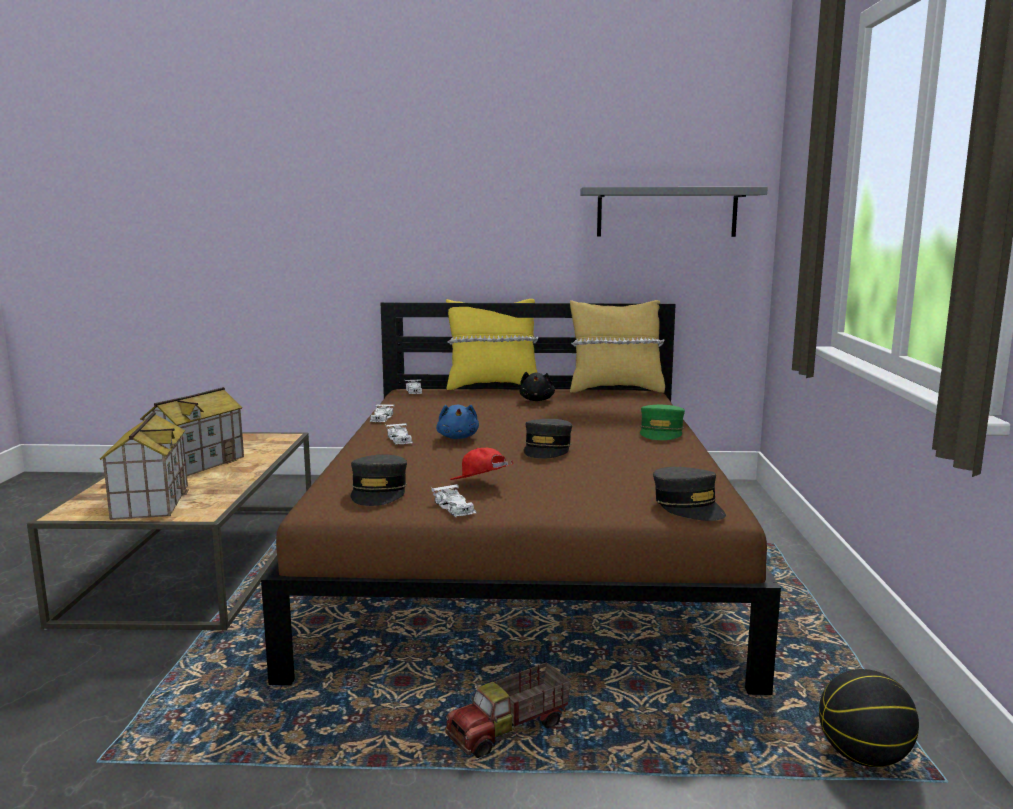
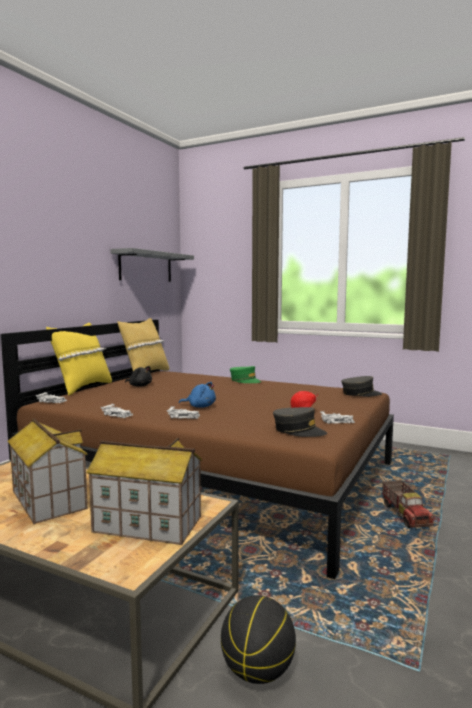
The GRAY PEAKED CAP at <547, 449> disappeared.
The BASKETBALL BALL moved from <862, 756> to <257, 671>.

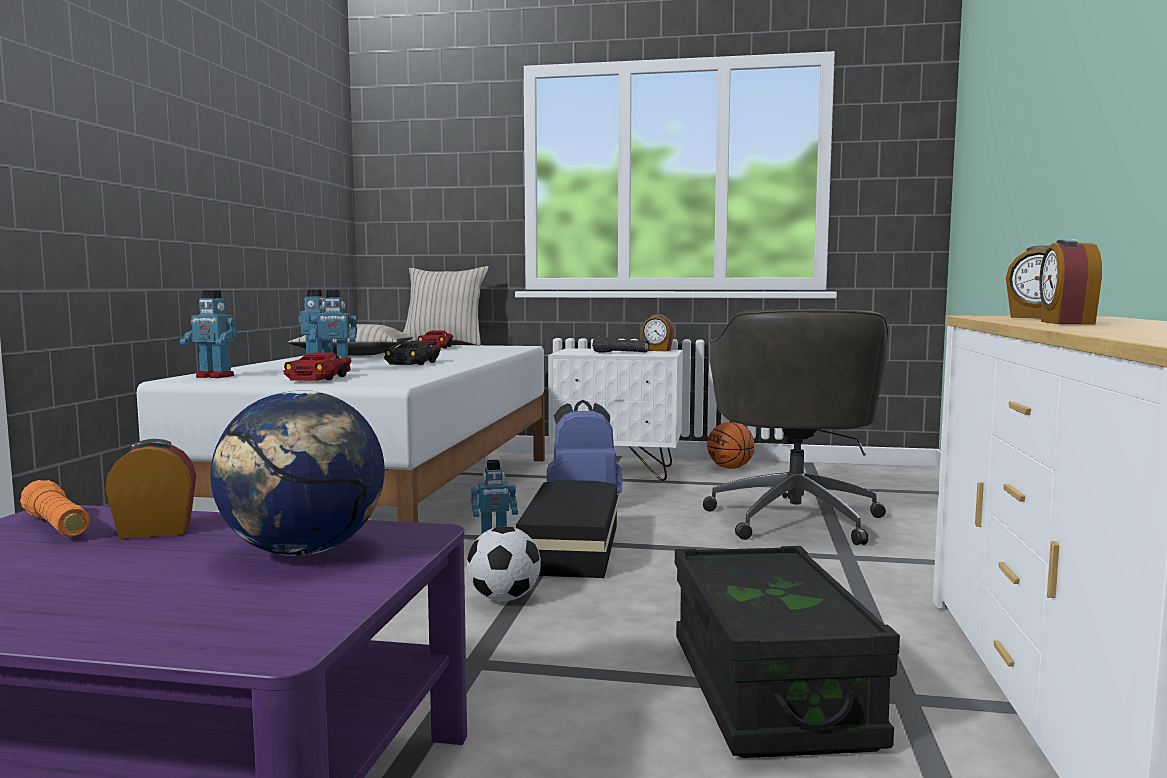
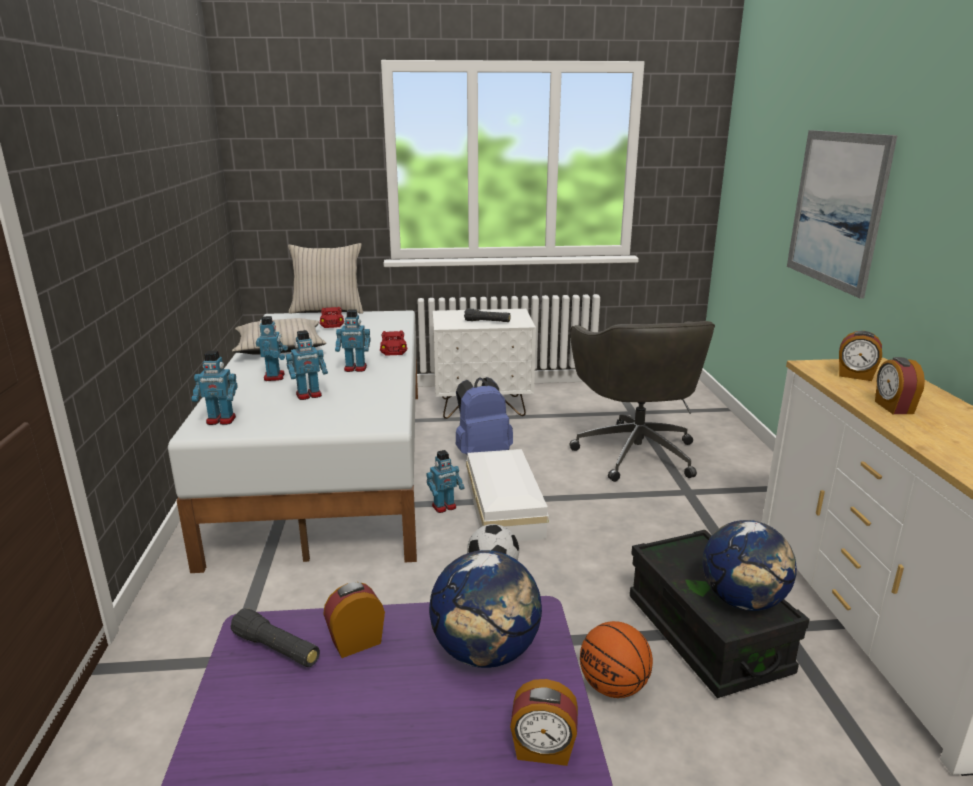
The ORANGE-COLOURED FLASHLIGHT at <57, 527> became the BLACK FLASHLIGHT at <276, 649>.
The REDDISH TOY CAR moved from <321, 378> to <393, 348>.
The BLACK TOY CAR at <415, 363> was replaced by the MODEL ROBOT at <355, 369>.
The BLACK STORAGE BOX at <573, 547> became the WHITE-COLOURED STORAGE BOX at <505, 506>.
The BEDSIDE CLOCK moved from <657, 350> to <543, 750>.
The BASKETBALL BALL moved from <730, 468> to <613, 686>.
The DESK GLOBE at <743, 601> appeared.
The WALL ART at <836, 209> appeared.

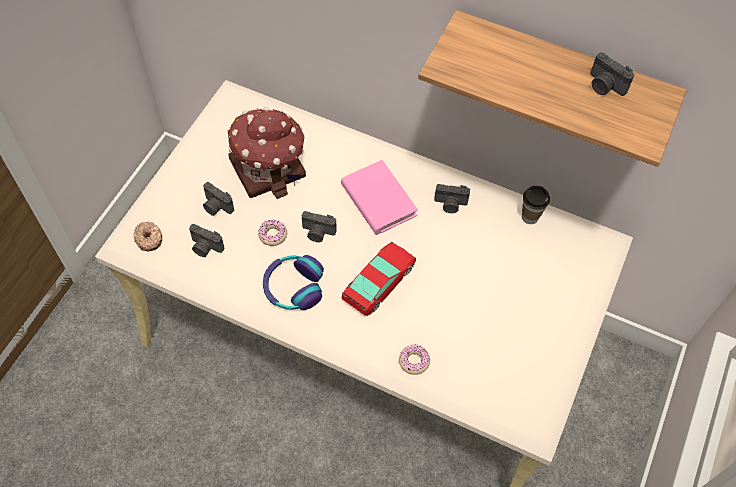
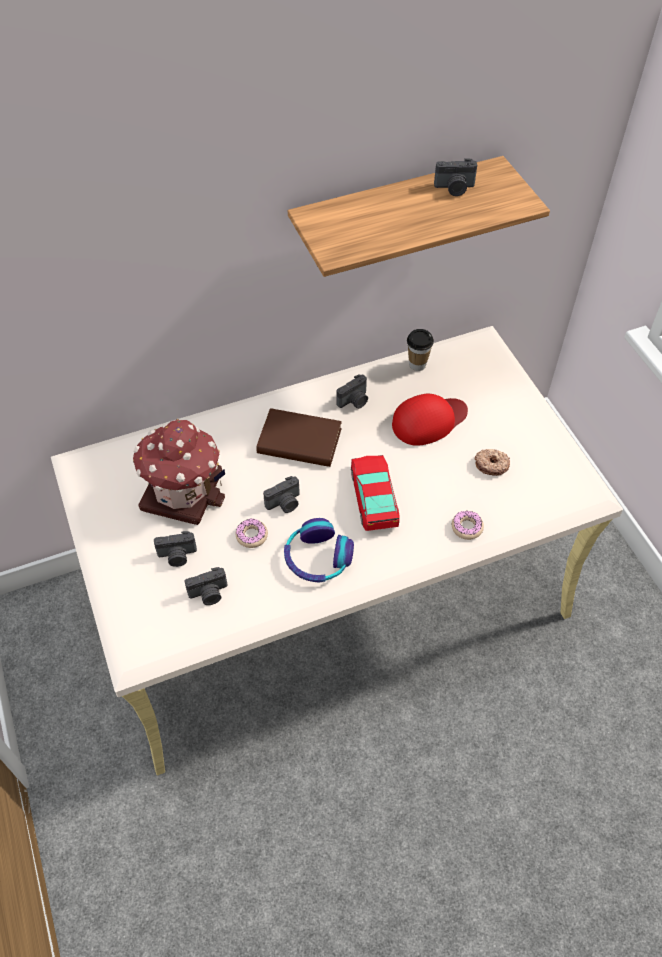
The DOUGHNUT moved from <149, 239> to <491, 465>.
The PINK-COLOURED BOUND BOOK at <378, 200> became the BROWN-COLOURED BOUND BOOK at <299, 441>.
The REDDISH PEAKED CAP at <429, 421> appeared.

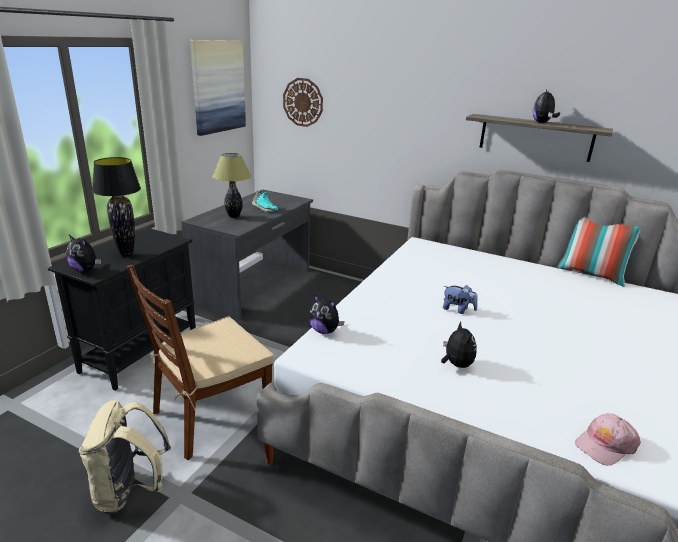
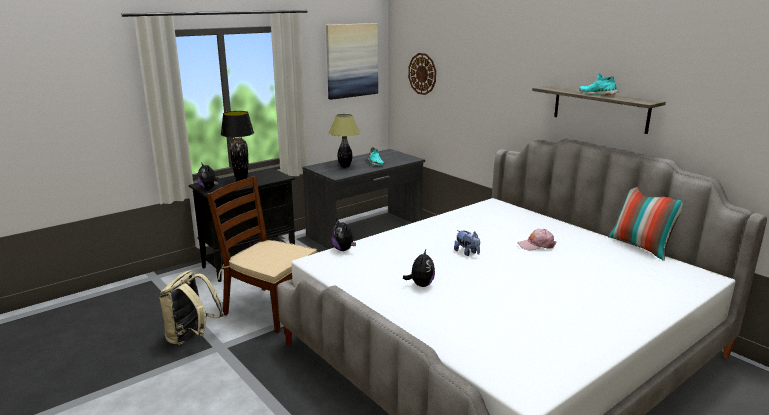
The BROWN-COLOURED PLAIN CHAIR at <210, 416> turned 45 degrees clockwise.
The CUDDLY TOY at <542, 123> was replaced by the BLUE-GREEN SHOE at <598, 94>.
The PINK-COLOURED PEAKED CAP moved from <605, 445> to <536, 245>.

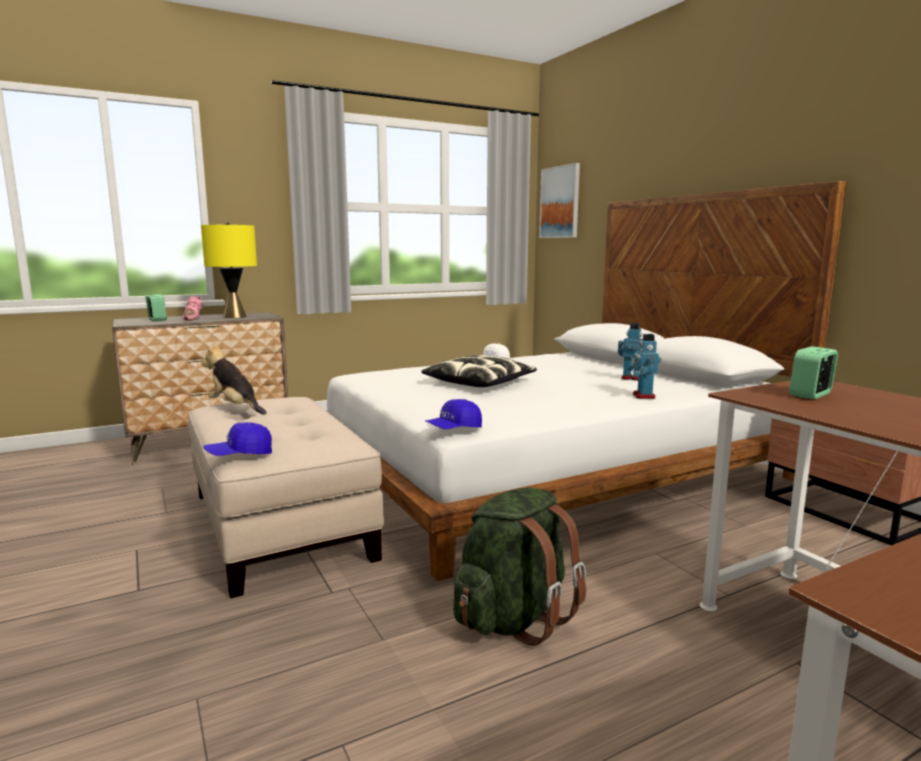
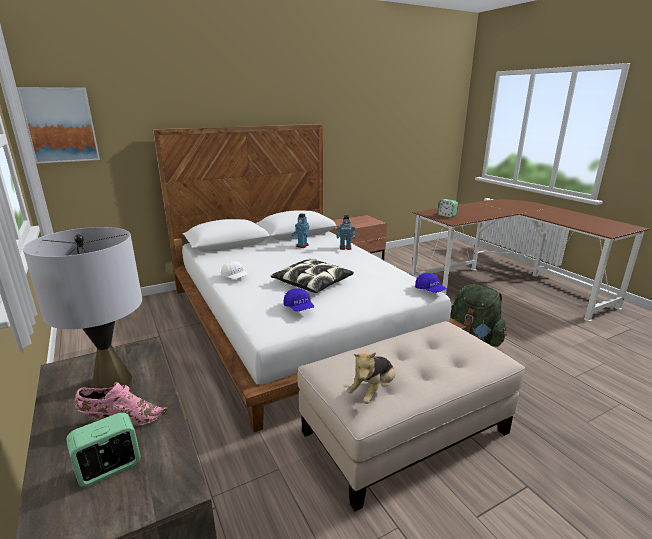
The YELLOW-COLOURED TABLE LAMP at <235, 316> became the GRAY TABLE LAMP at <111, 381>.
The BLUE PEAKED CAP moved from <240, 455> to <299, 308>.

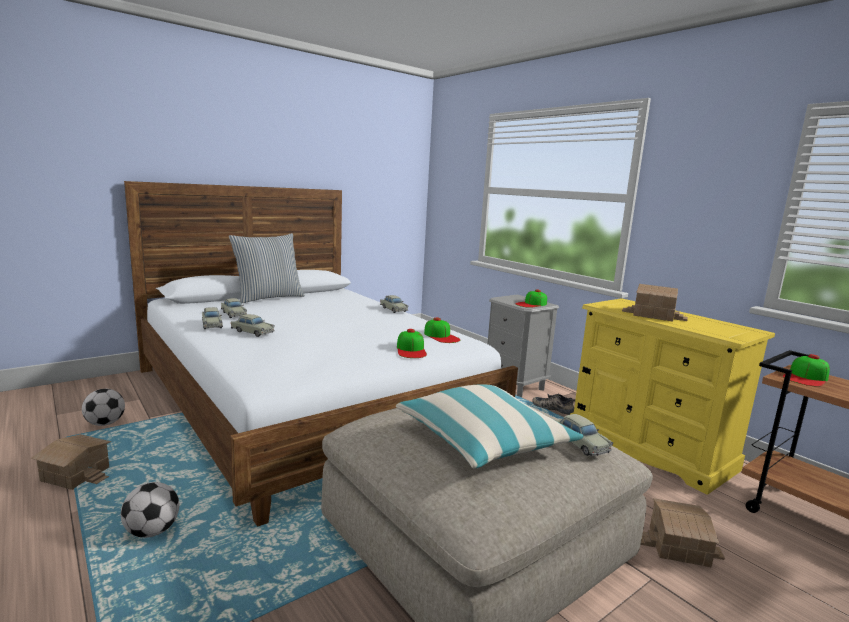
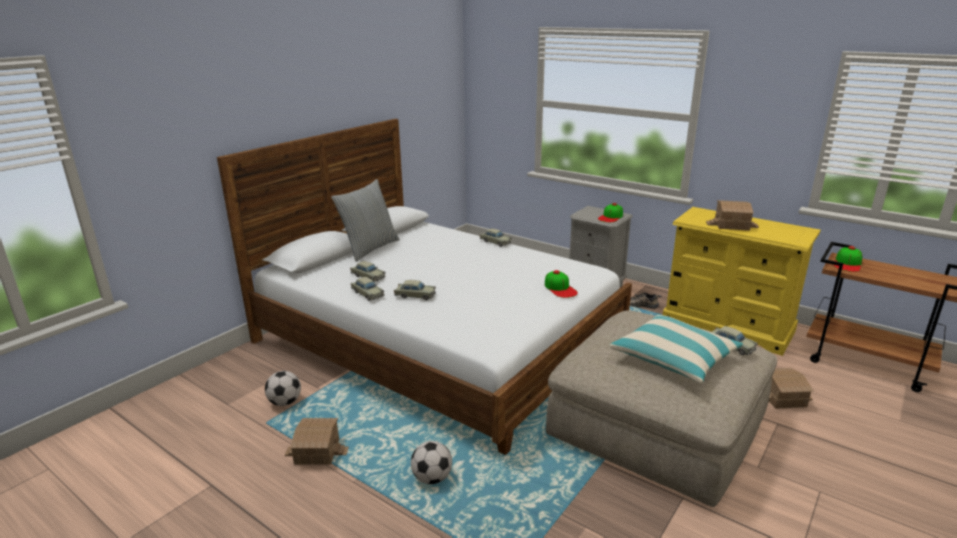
The PEAKED CAP at <441, 336> disappeared.

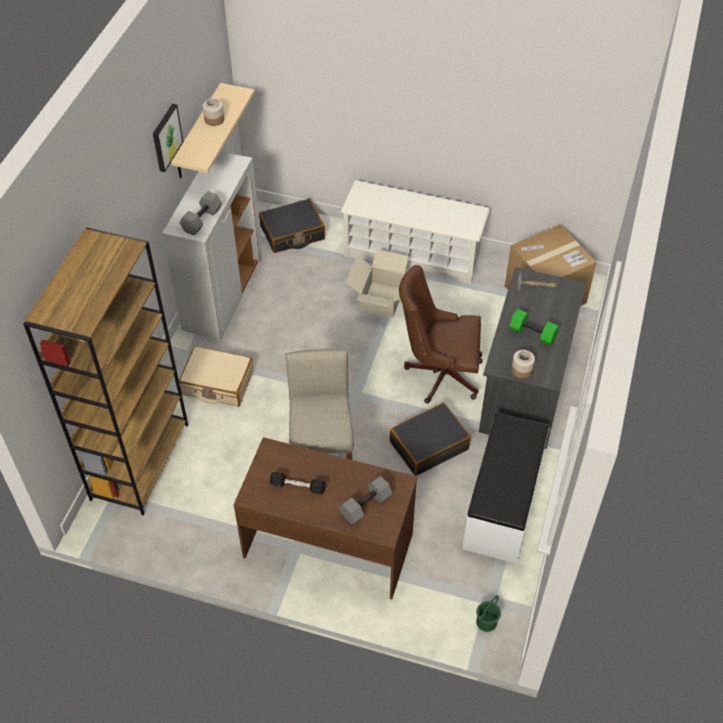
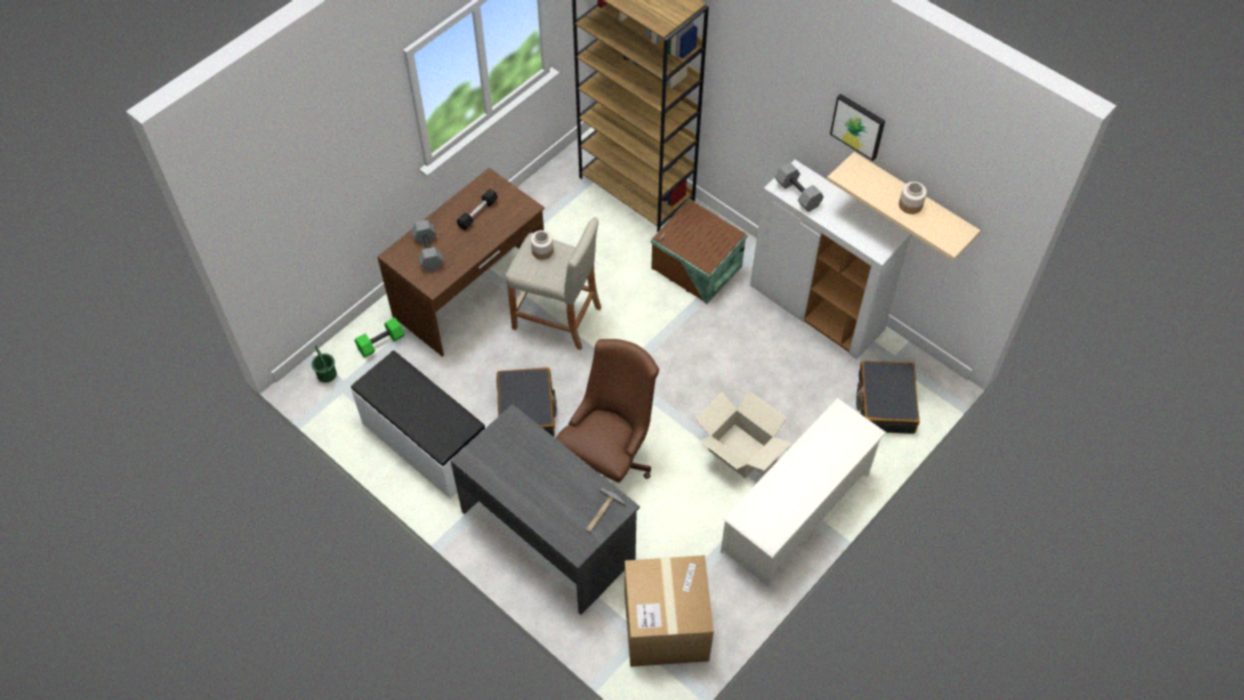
The BEIGE PIECE OF LUGGAGE at <217, 383> was replaced by the BROWN-COLOURED STORAGE BOX at <696, 269>.
The GREENISH DUMBBELL moved from <533, 333> to <381, 343>.
The STORAGE JAR moved from <522, 370> to <542, 251>.

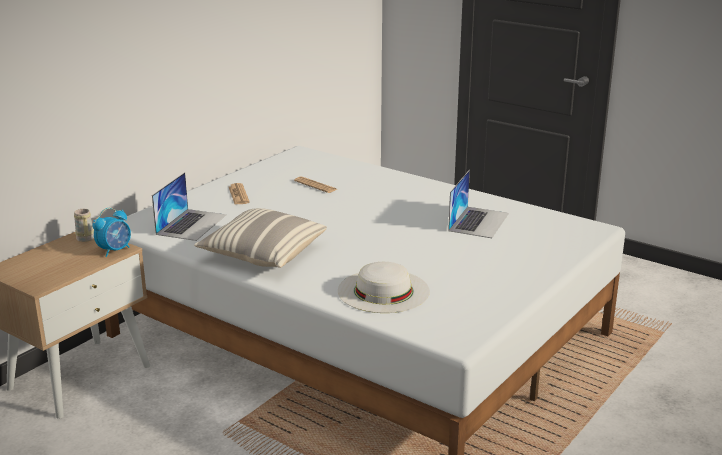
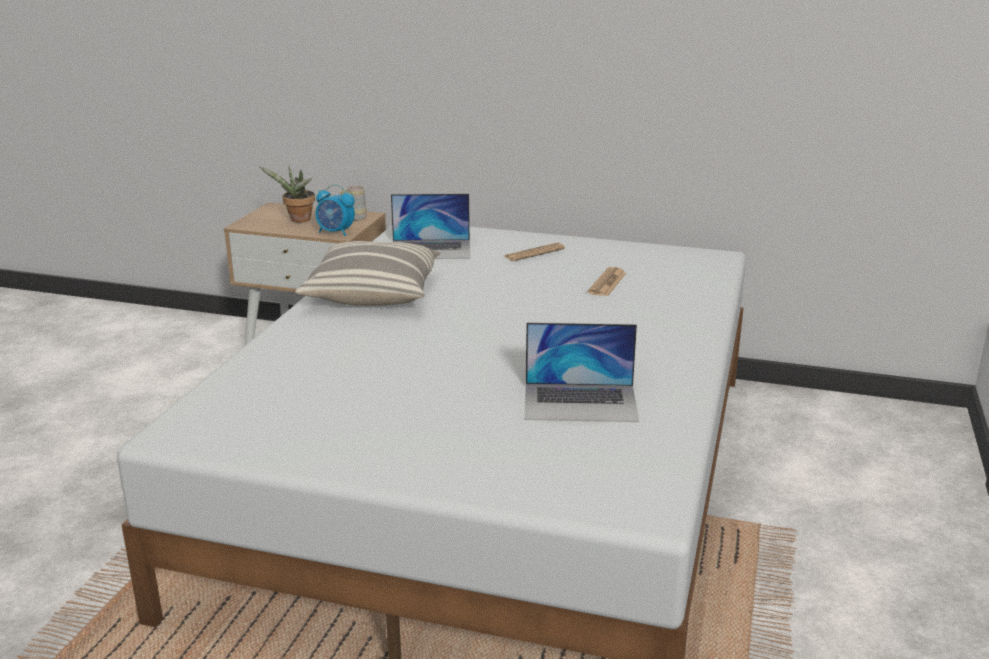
The WHITE-COLOURED CLOTHING HAT at <383, 291> disappeared.
The PLANT IN A POT at <298, 220> appeared.

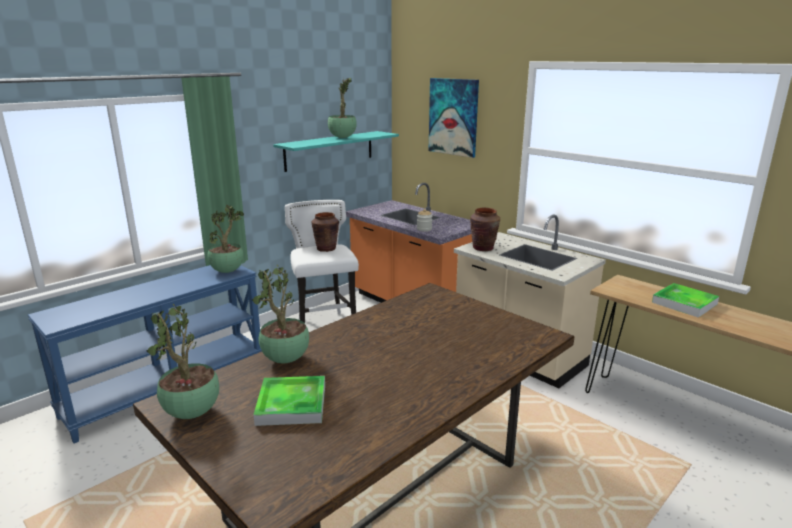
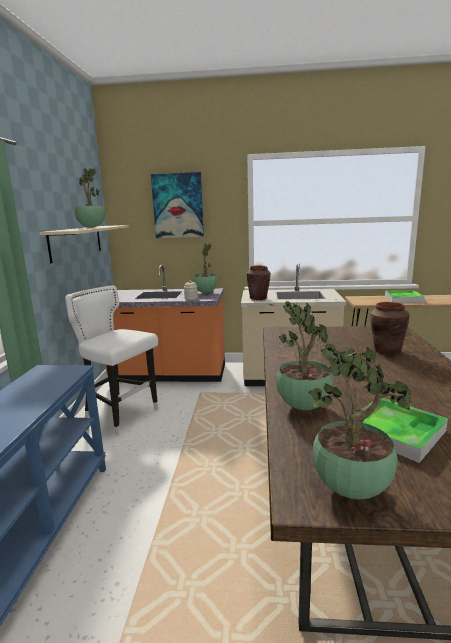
The PLANT IN A POT moved from <228, 271> to <205, 292>.
The BLUE-GREEN WALL SHELF at <329, 150> became the BEIGE WALL SHELF at <76, 242>.
The BROWN-COLOURED FLOWER VASE moved from <326, 249> to <386, 351>.

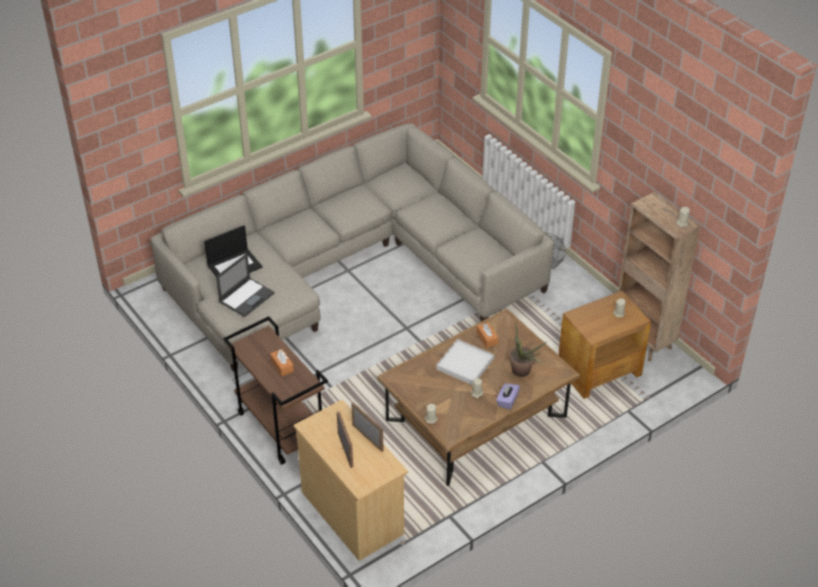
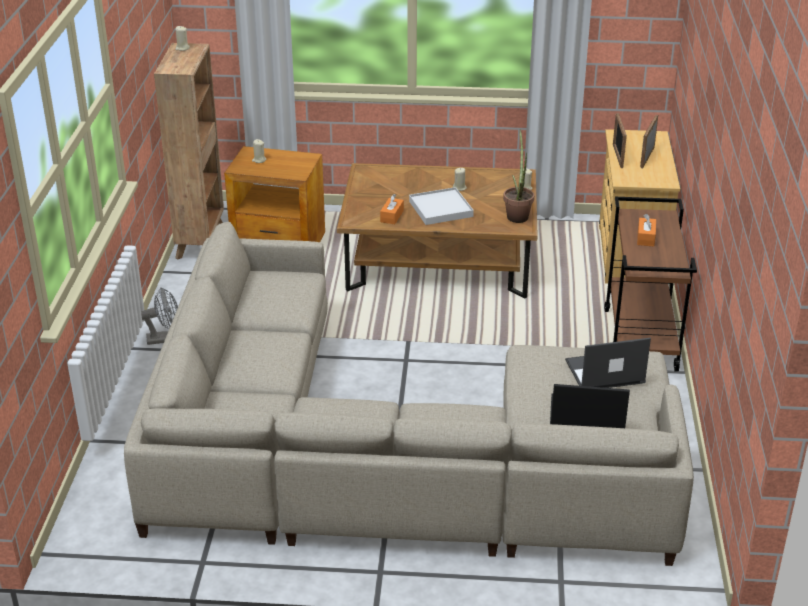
The PURPLISH TISSUE BOX at <507, 401> disappeared.
The PLANT IN A POT moved from <523, 373> to <517, 215>.

